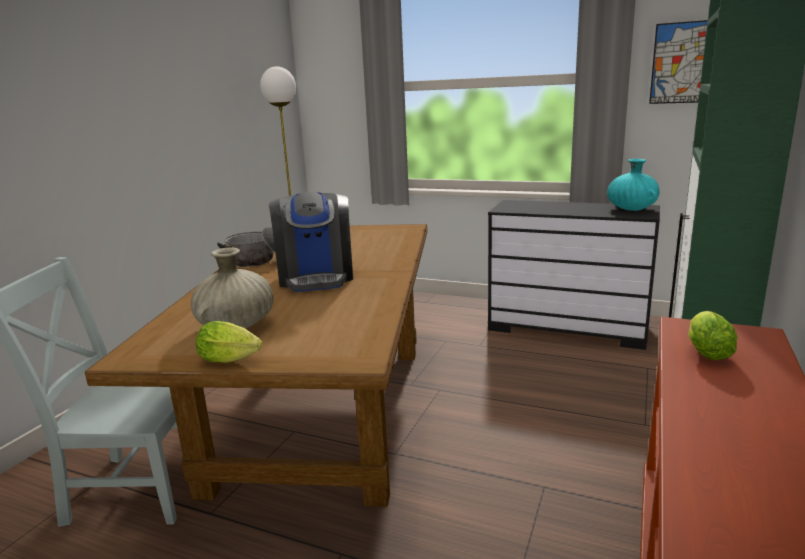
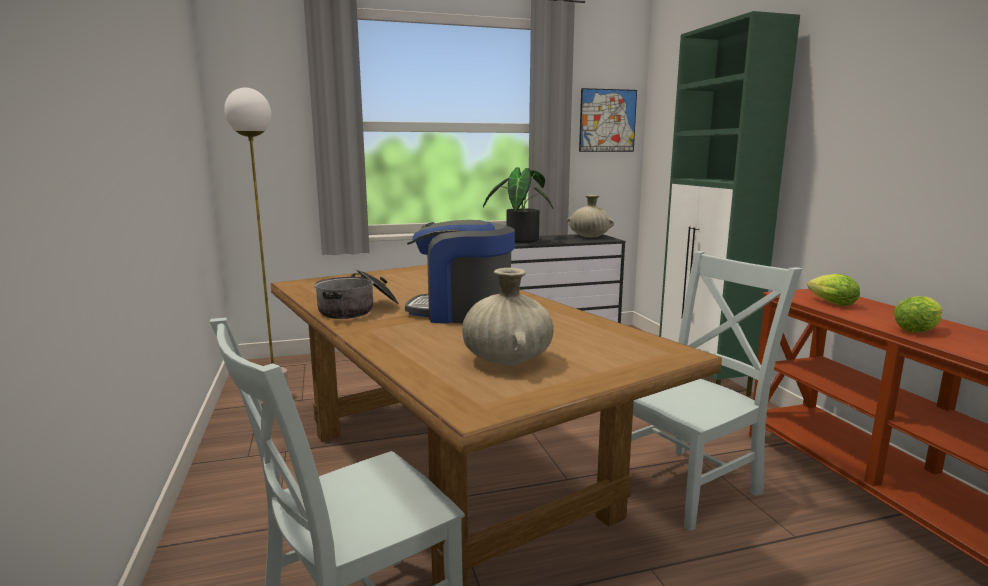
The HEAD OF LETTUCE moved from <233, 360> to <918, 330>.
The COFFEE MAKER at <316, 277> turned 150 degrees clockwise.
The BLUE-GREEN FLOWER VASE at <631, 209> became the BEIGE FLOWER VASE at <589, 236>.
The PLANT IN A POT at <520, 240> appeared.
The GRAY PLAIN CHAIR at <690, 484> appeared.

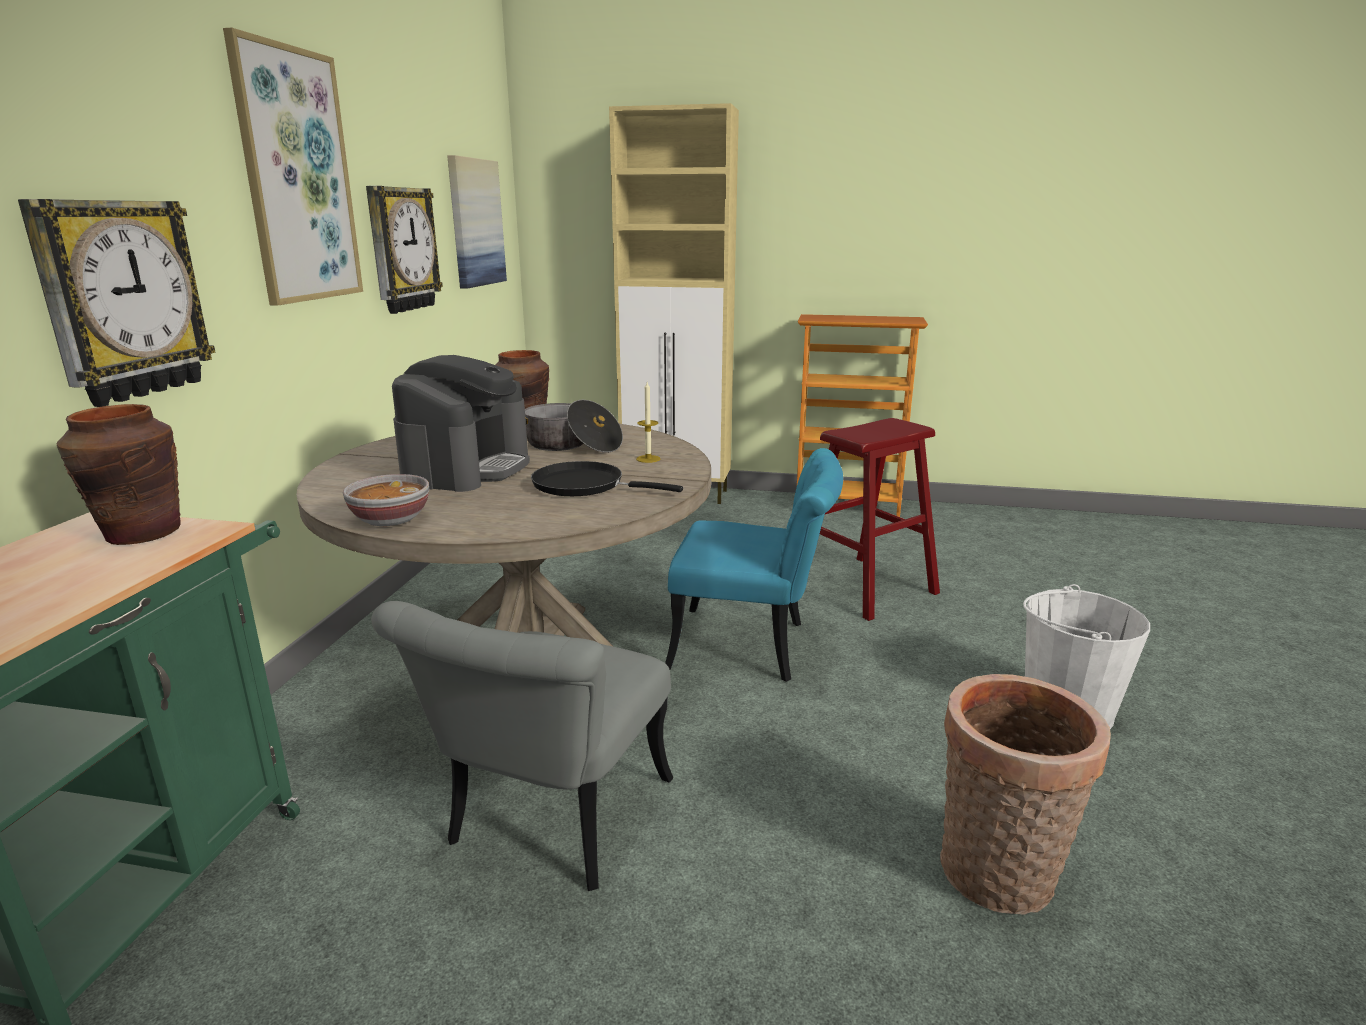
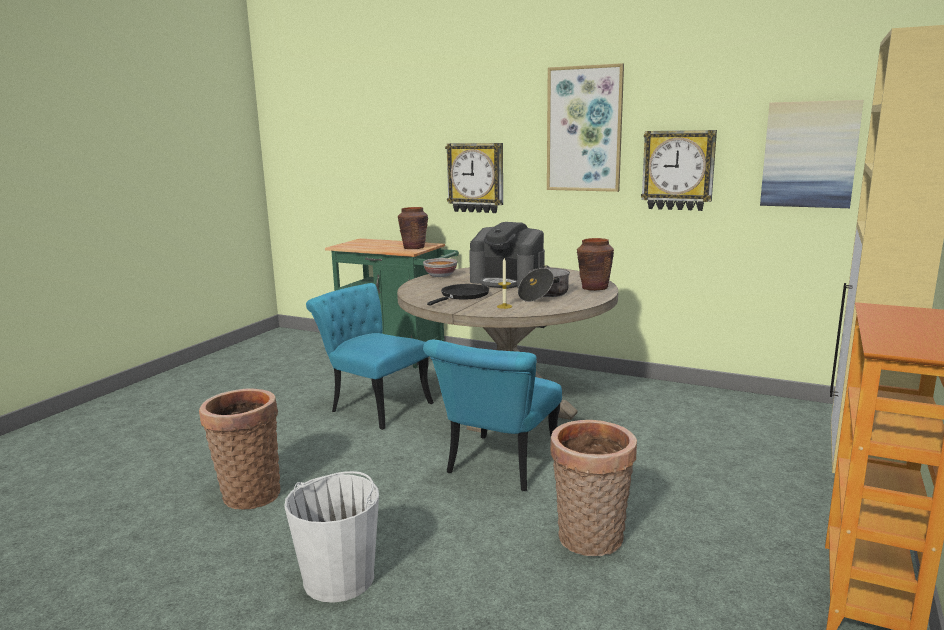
The GRAY PLAIN CHAIR at <550, 826> became the BLUE-GREEN PLAIN CHAIR at <374, 405>.
The REDDISH STOOL SEAT at <865, 586> was replaced by the BASKET at <590, 541>.

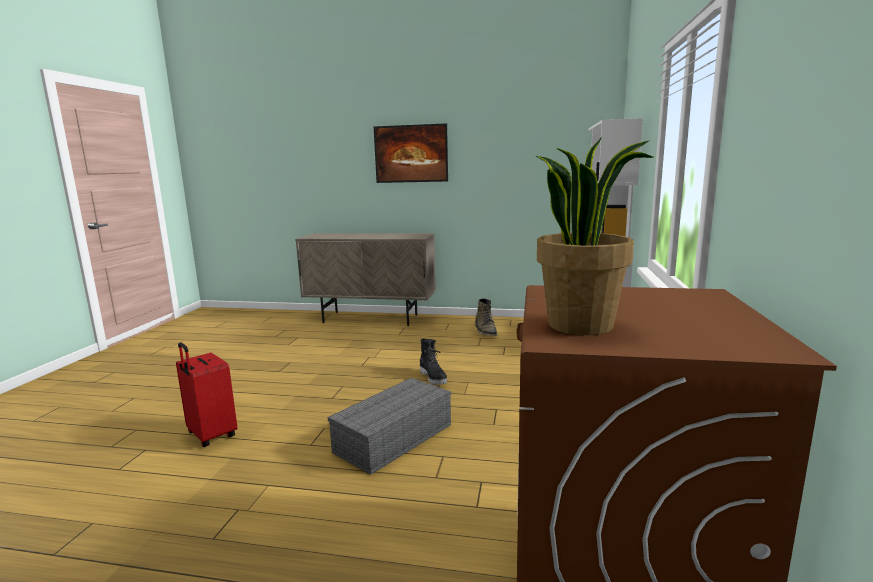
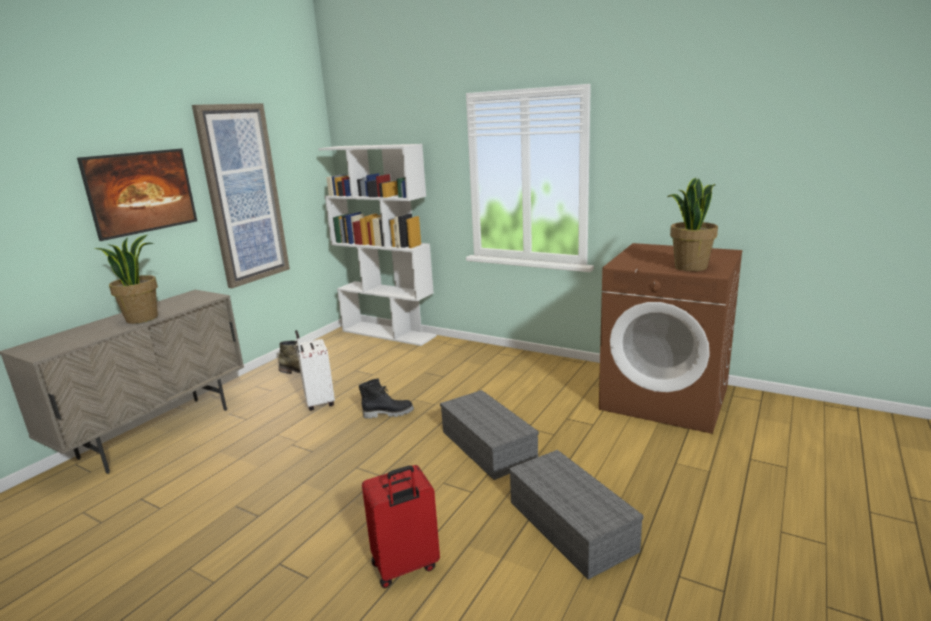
The PLANT IN A POT at <142, 318> appeared.
The WALL ART at <243, 195> appeared.
The WHITE-COLOURED PIECE OF LUGGAGE at <318, 402> appeared.
The GRAY STORAGE BOX at <573, 526> appeared.

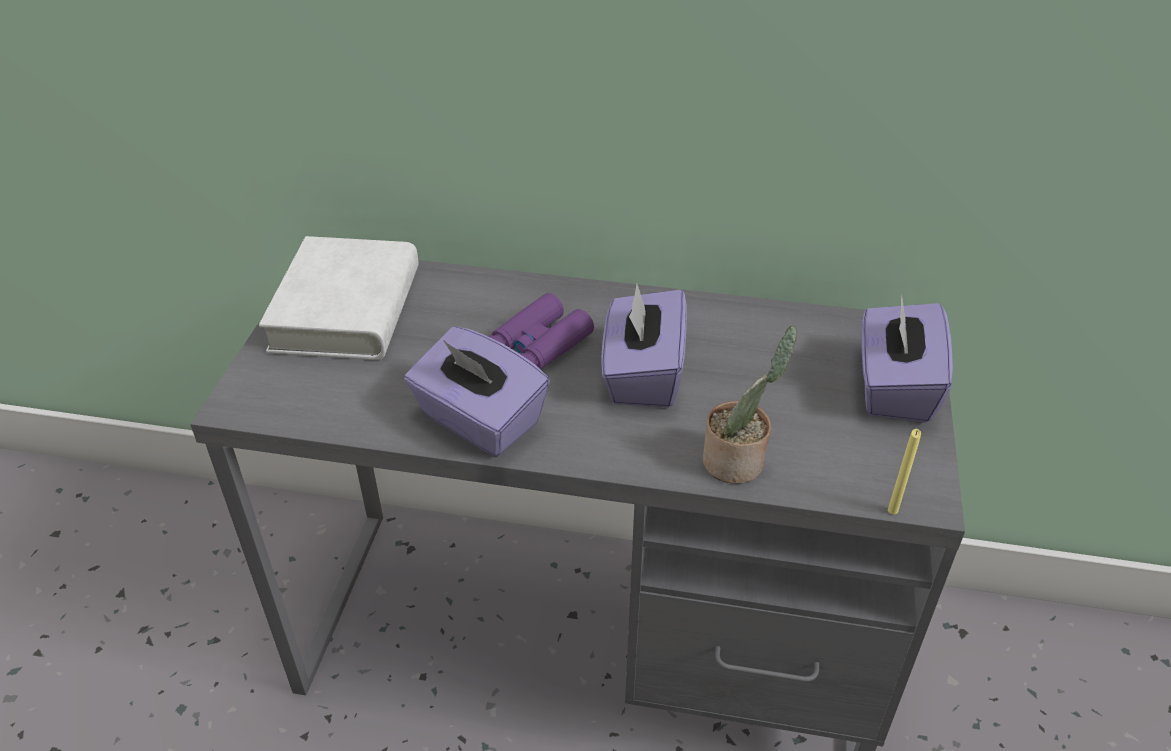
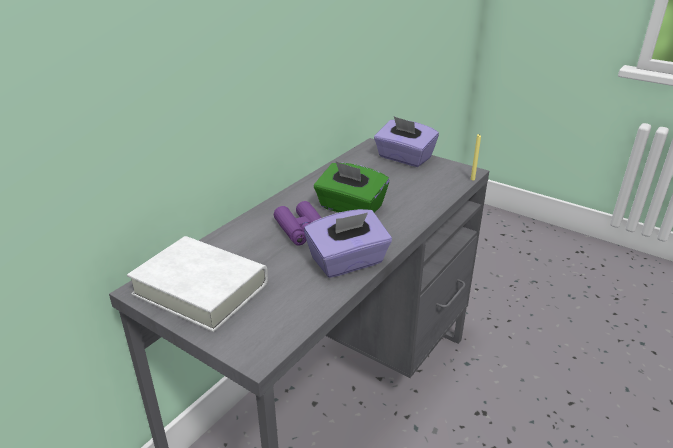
The PURPLISH TISSUE BOX at <642, 375> became the GREENISH TISSUE BOX at <350, 208>.
The PLANT IN A POT at <738, 461> disappeared.

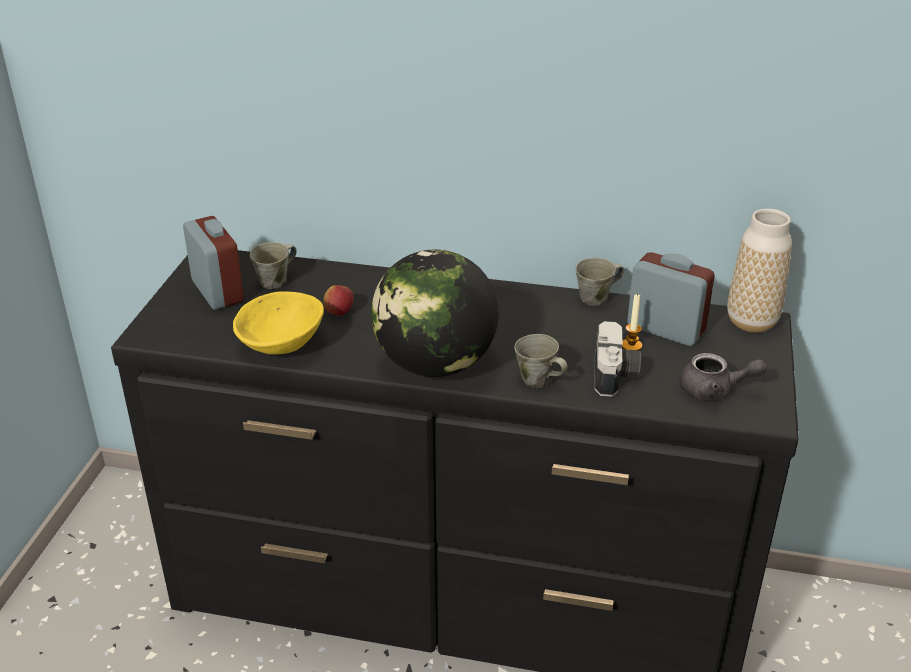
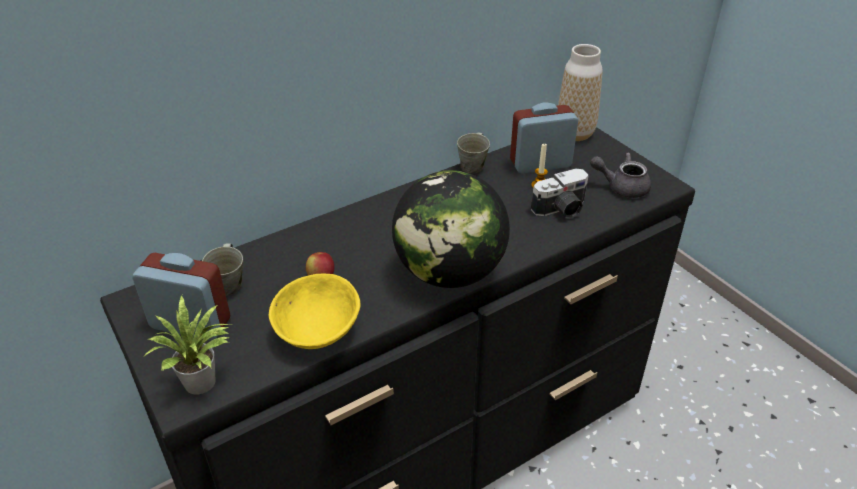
The GRAY MUG at <538, 380> disappeared.
The STILL CAMERA at <616, 375> turned 105 degrees clockwise.
The GRAY POT FOR TEA at <714, 391> turned 135 degrees counterclockwise.
The PLANT IN A POT at <203, 383> appeared.

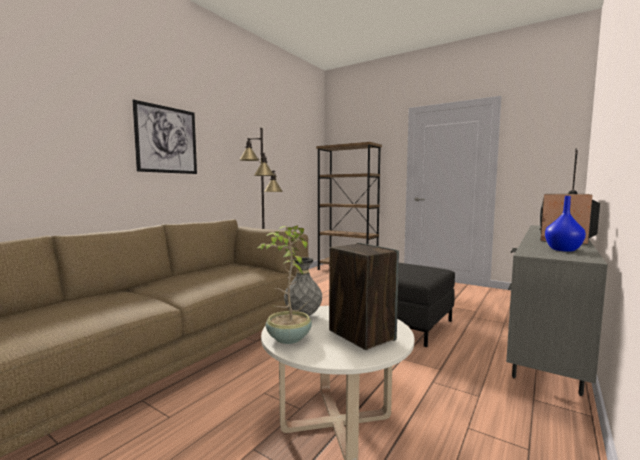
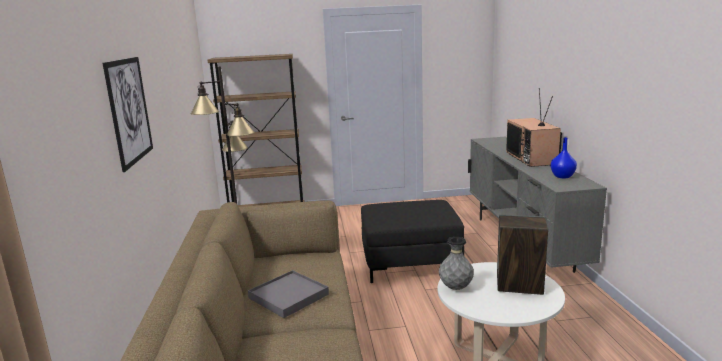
The PLANT IN A POT at <287, 338> disappeared.
The GRAY TRAY at <288, 296> appeared.

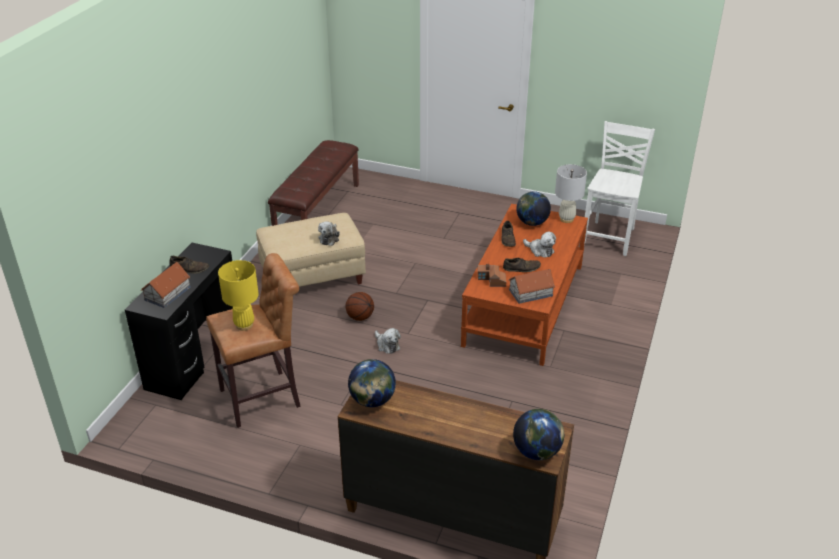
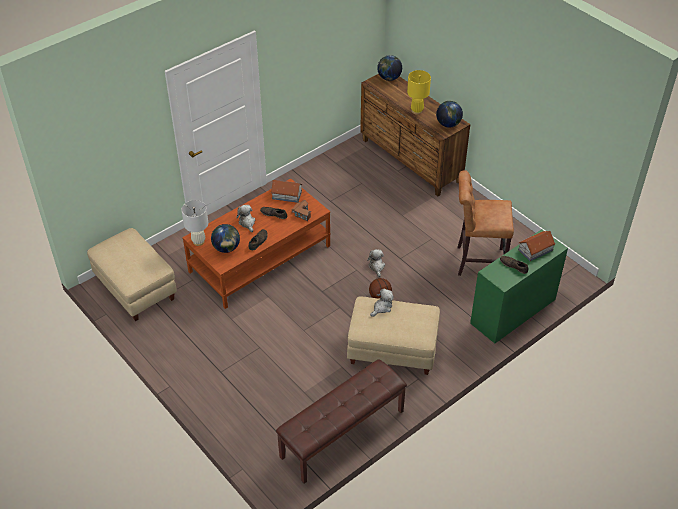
The BLACK DESK at <194, 357> became the GREENISH DESK at <513, 311>.
The YELLOW-COLOURED TABLE LAMP moved from <244, 325> to <417, 111>.
The WHITE-COLOURED PLAIN CHAIR at <609, 237> was replaced by the BEIGE OTTOMAN at <135, 289>.

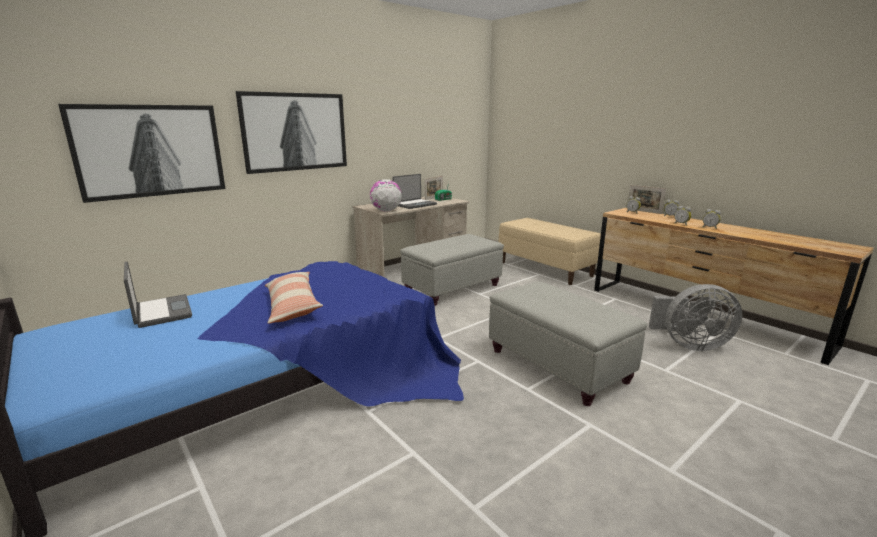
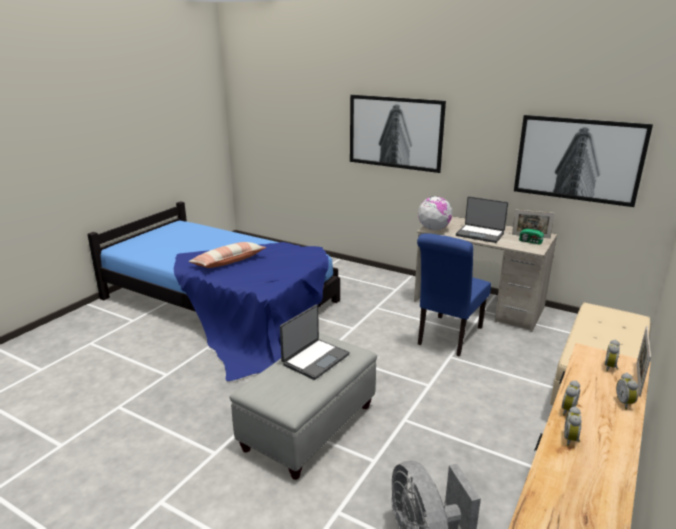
The WALL ART moved from <150, 151> to <578, 159>.
The LAPTOP moved from <161, 312> to <315, 359>.
The GRAY OTTOMAN at <452, 288> was replaced by the BLUE PLAIN CHAIR at <447, 337>.

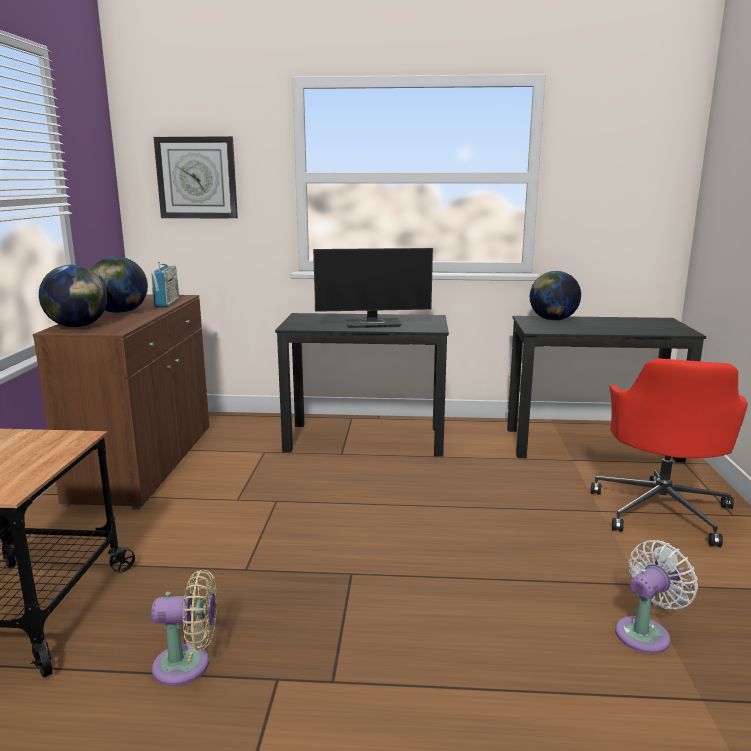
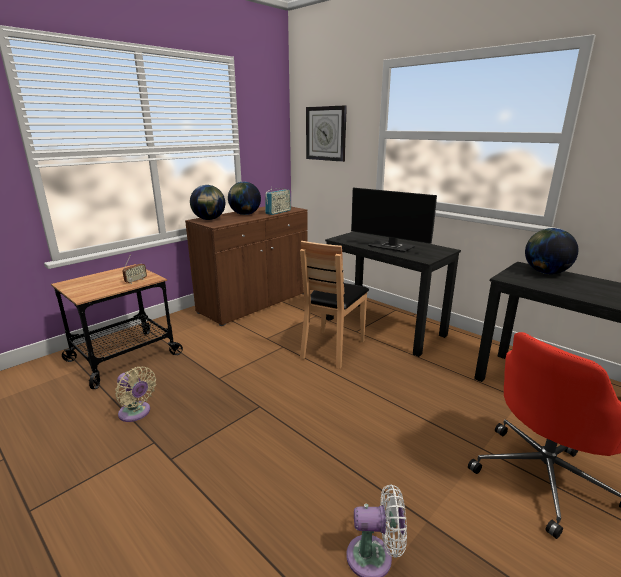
The RADIO RECEIVER at <136, 281> appeared.
The BROWN-COLOURED PLAIN CHAIR at <332, 348> appeared.

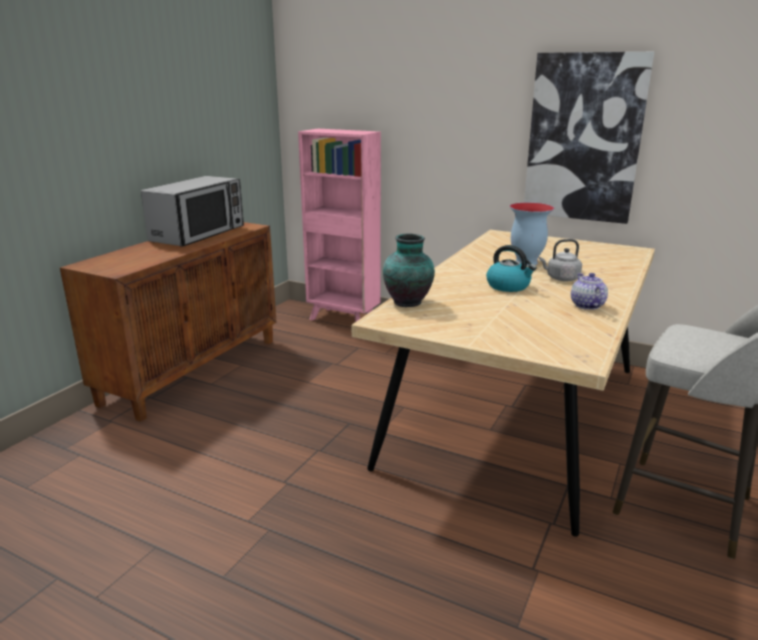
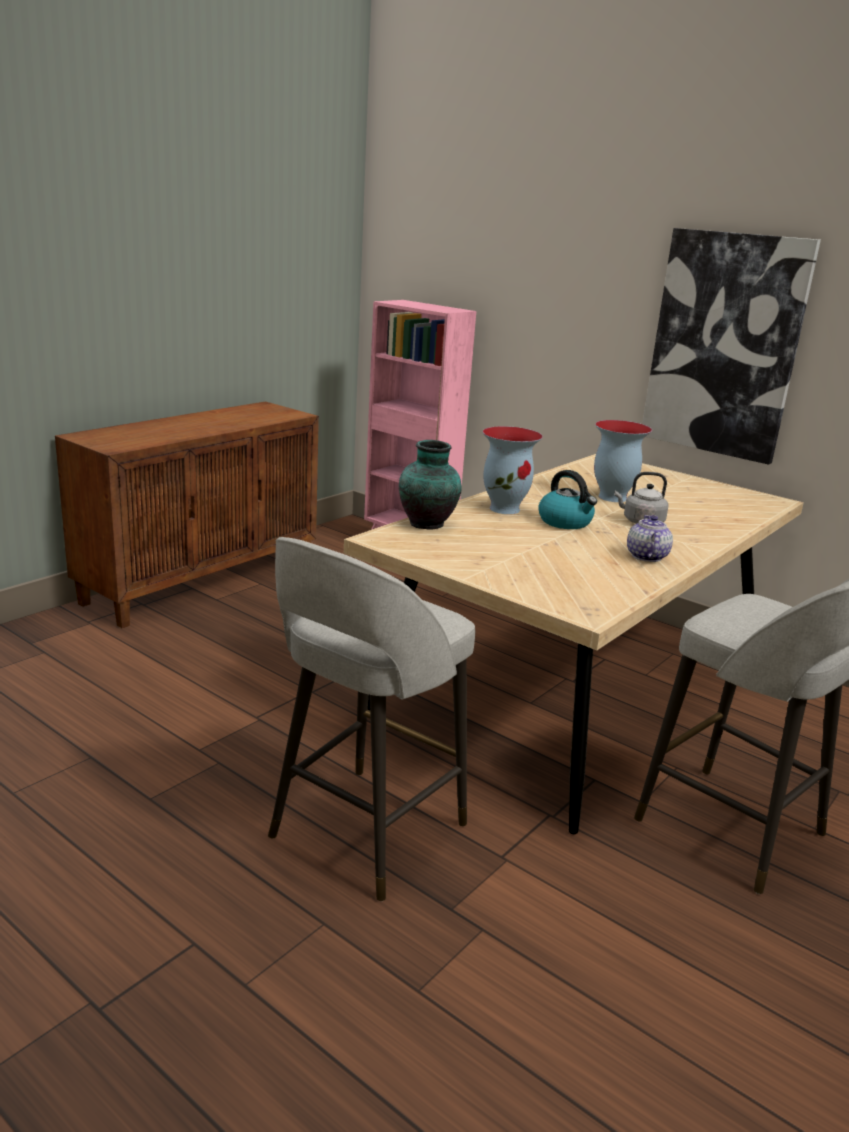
The MICROWAVE at <199, 234> disappeared.
The GRAY STOOL SEAT at <364, 833> appeared.
The FLOWER VASE at <505, 509> appeared.

